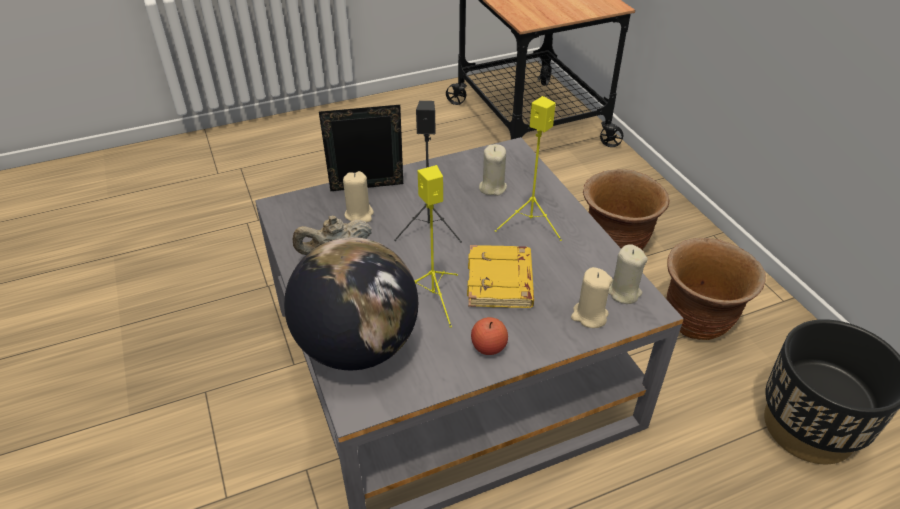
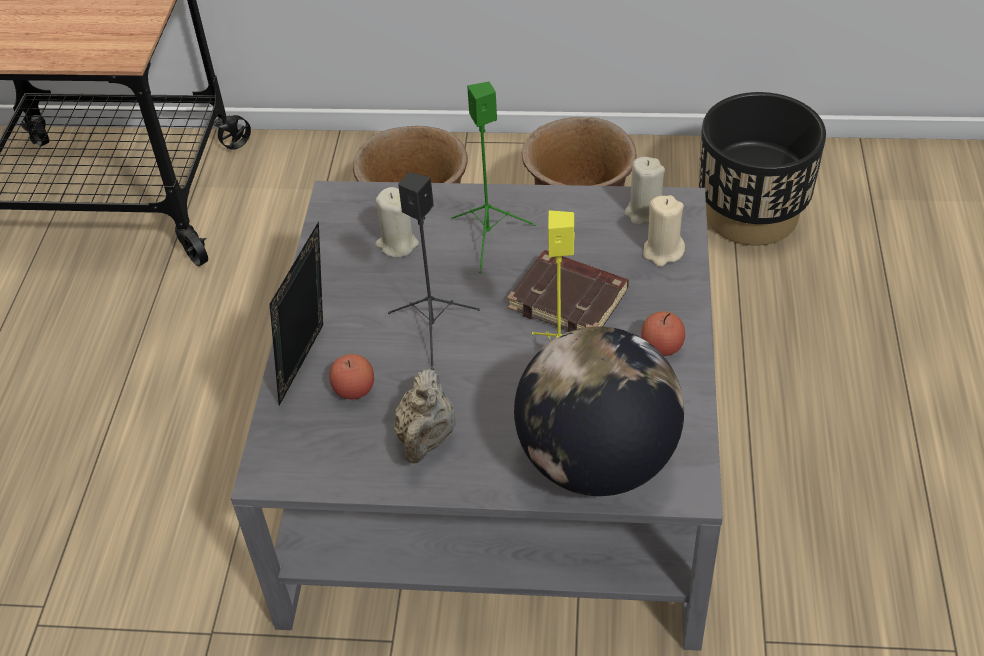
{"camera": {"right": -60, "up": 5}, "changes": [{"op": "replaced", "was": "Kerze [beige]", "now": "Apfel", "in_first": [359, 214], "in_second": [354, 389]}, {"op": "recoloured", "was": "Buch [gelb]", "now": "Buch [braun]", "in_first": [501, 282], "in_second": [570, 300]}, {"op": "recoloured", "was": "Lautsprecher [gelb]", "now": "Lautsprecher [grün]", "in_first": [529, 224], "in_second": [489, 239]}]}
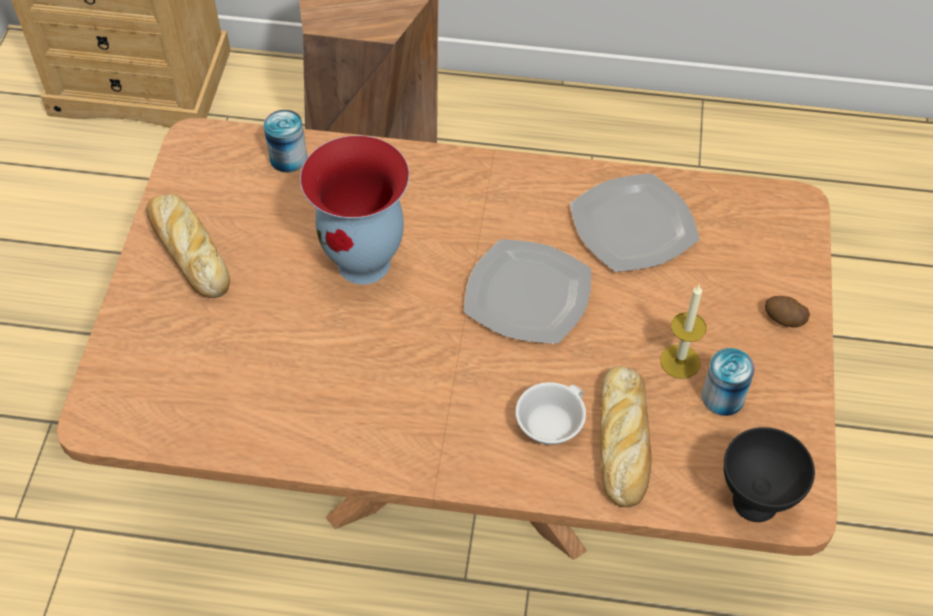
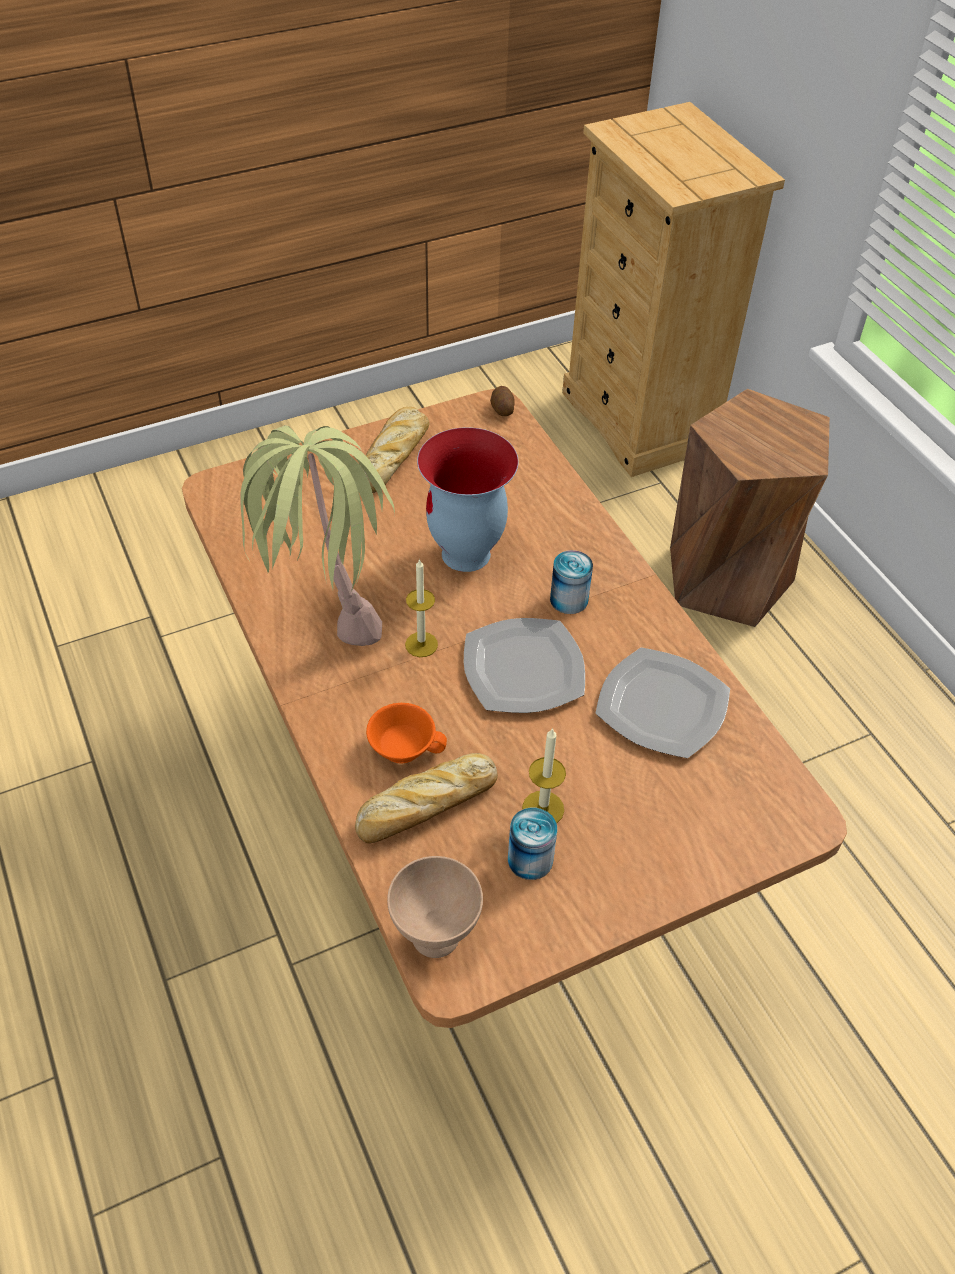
{"camera": {"right": 55, "up": -5}, "changes": [{"op": "added", "now": "Topfpflanze", "in_second": [324, 611]}, {"op": "added", "now": "Kerze", "in_second": [421, 644]}, {"op": "moved", "was": "Dose", "in_first": [288, 158], "in_second": [569, 599]}, {"op": "moved", "was": "Kartoffel", "in_first": [784, 319], "in_second": [502, 409]}, {"op": "recoloured", "was": "Tasse [weiß]", "now": "Tasse [orange]", "in_first": [548, 424], "in_second": [404, 745]}, {"op": "recoloured", "was": "Schüssel [schwarz]", "now": "Schüssel [beige]", "in_first": [755, 500], "in_second": [437, 935]}]}
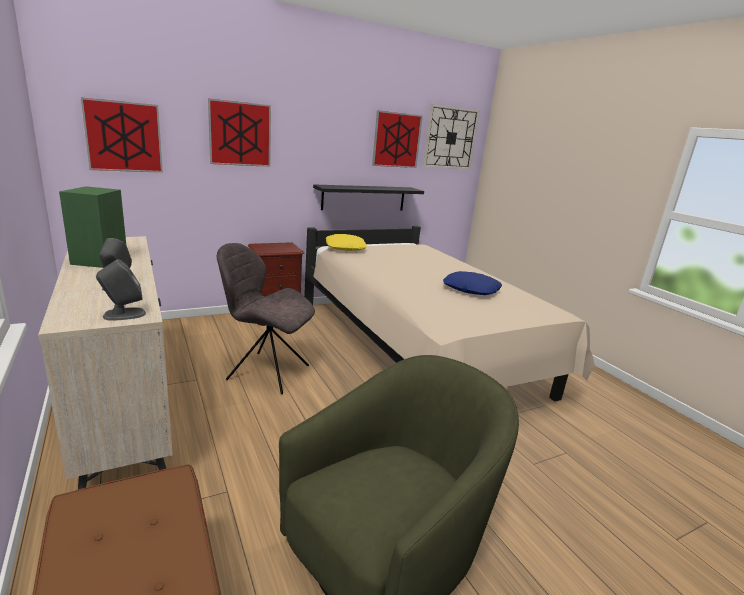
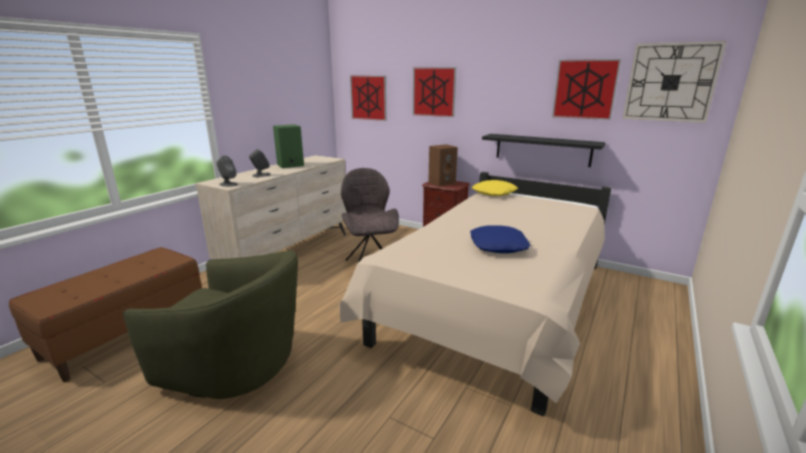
{"camera": {"right": 60, "up": 0}, "changes": [{"op": "added", "now": "Lautsprecher [braun]", "in_second": [442, 182]}]}
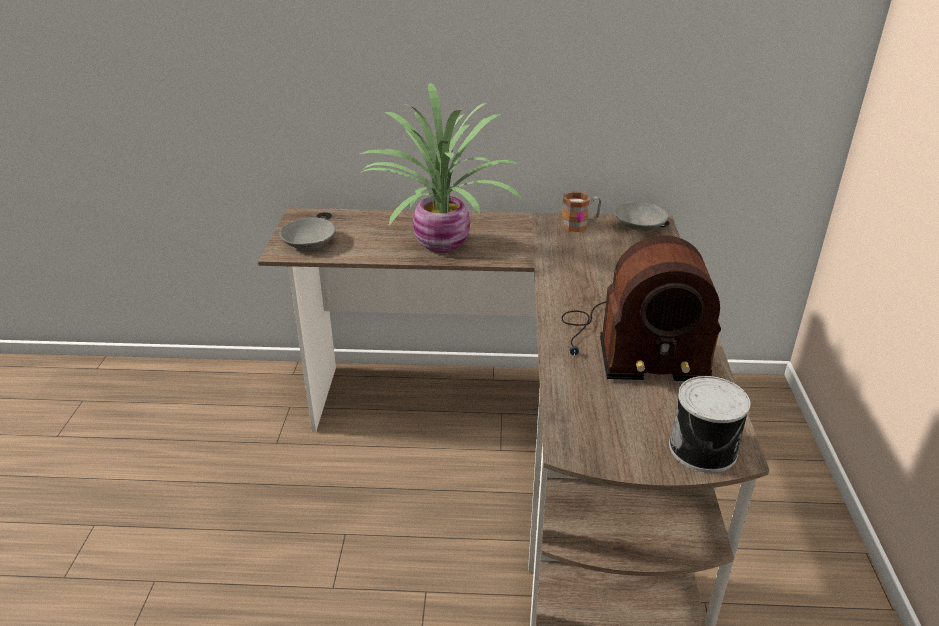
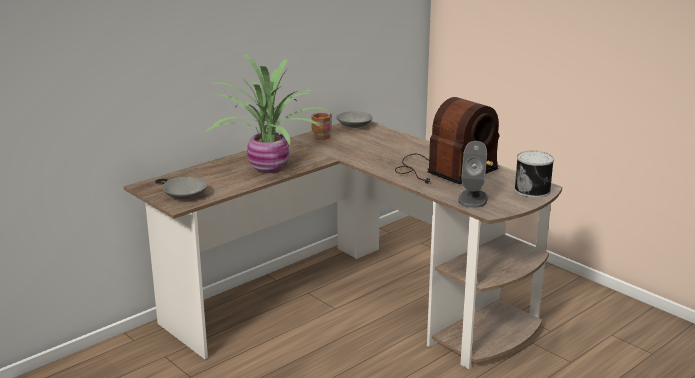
{"camera": {"right": -45, "up": -10}, "changes": [{"op": "added", "now": "Lautsprecher [grau]", "in_second": [473, 199]}]}
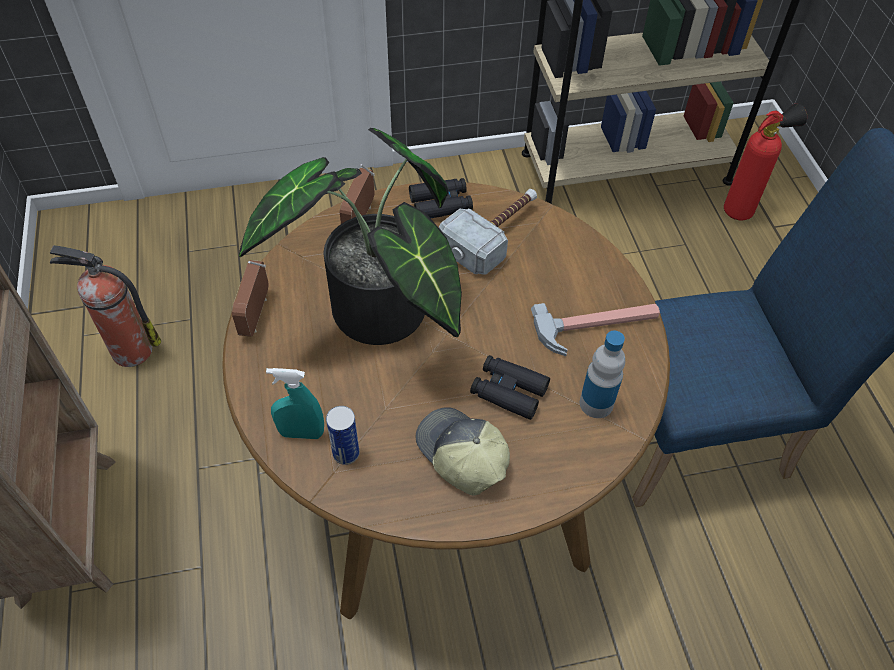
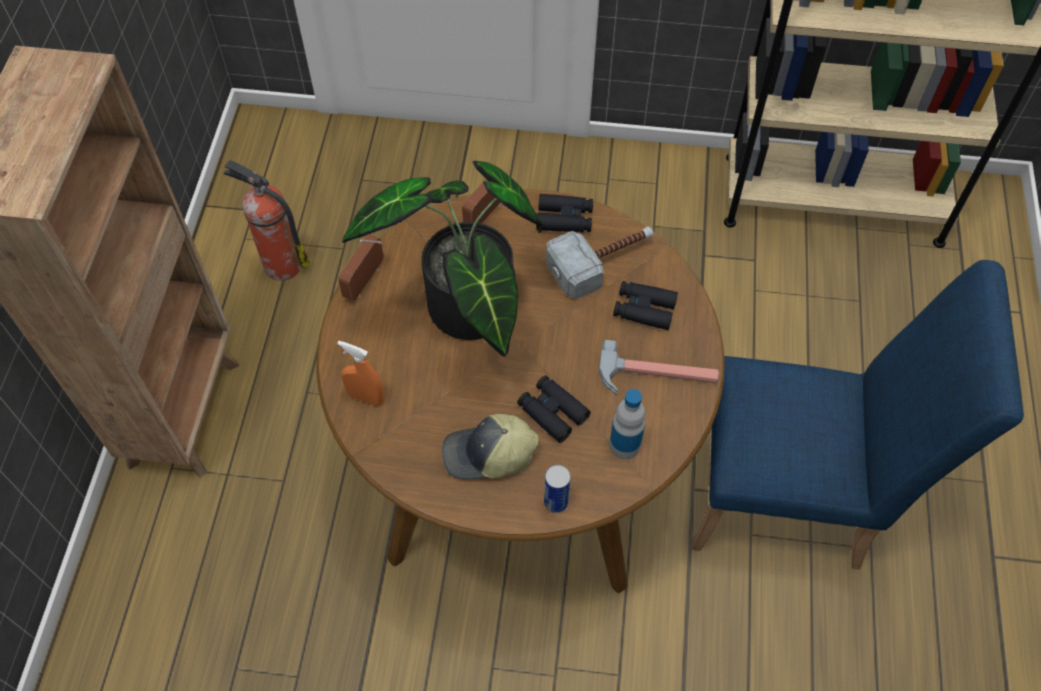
{"camera": {"right": 20, "up": 5}, "changes": [{"op": "removed", "was": "Feuerlöscher", "in_first": [743, 210]}, {"op": "added", "now": "Fernglas [schwarz]", "in_second": [644, 309]}, {"op": "moved", "was": "Dose", "in_first": [346, 453], "in_second": [556, 502]}, {"op": "recoloured", "was": "Sprühflasche [türkis]", "now": "Sprühflasche [orange]", "in_first": [301, 433], "in_second": [365, 397]}, {"op": "turned", "was": "Kappe", "in_first": [460, 455], "in_second": [488, 455], "clockwise": -75}]}
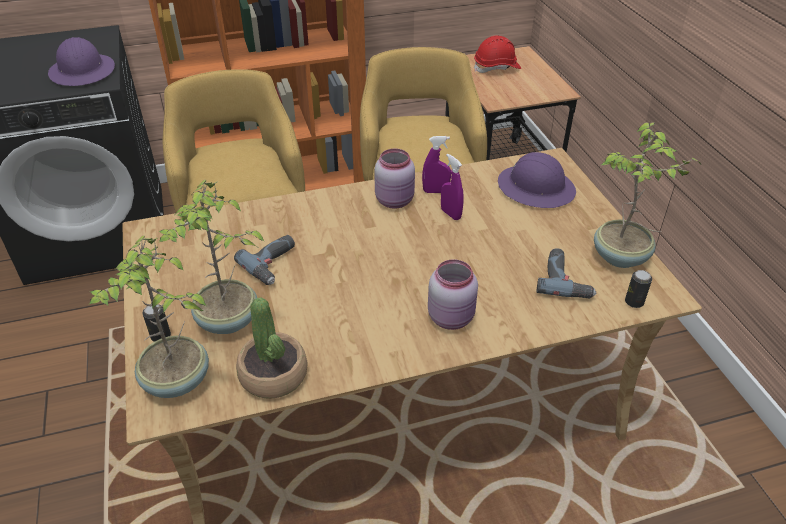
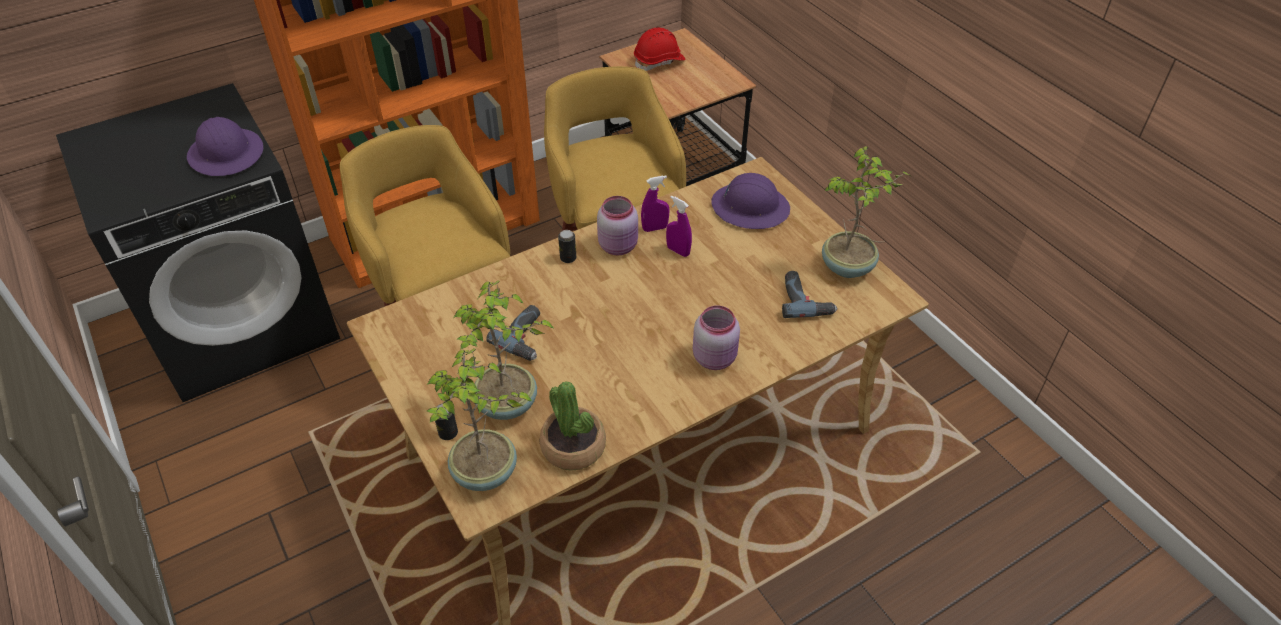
{"camera": {"right": -15, "up": 5}, "changes": [{"op": "moved", "was": "Dose", "in_first": [634, 302], "in_second": [568, 258]}]}
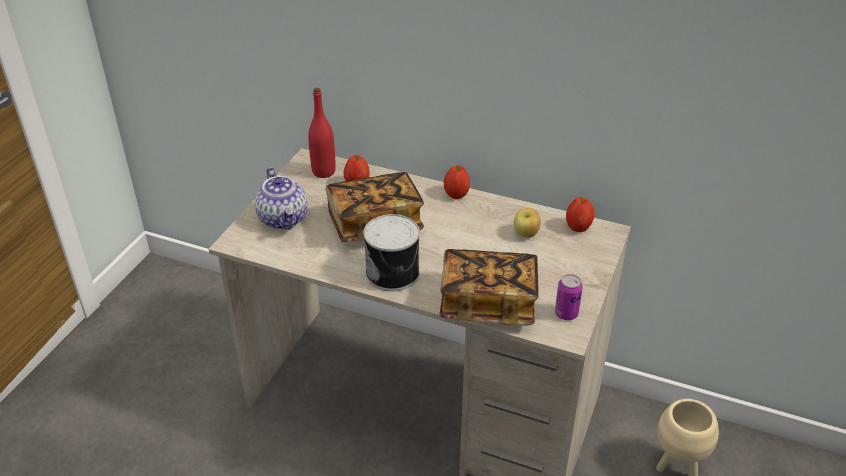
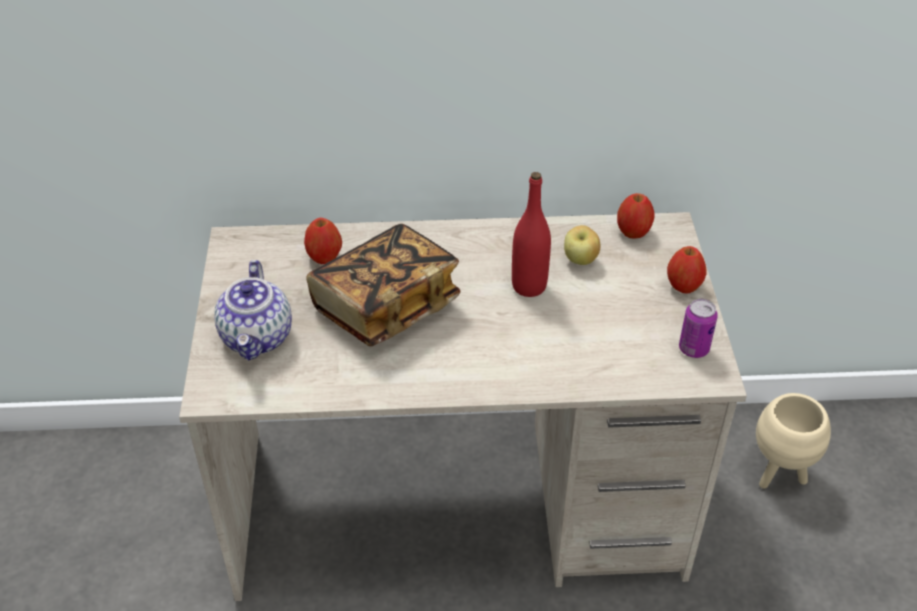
{"camera": {"right": -25, "up": 5}, "changes": [{"op": "removed", "was": "Dose", "in_first": [394, 273]}, {"op": "removed", "was": "Buch", "in_first": [487, 303]}, {"op": "moved", "was": "Flasche [rot]", "in_first": [323, 172], "in_second": [529, 286]}, {"op": "moved", "was": "Apfel", "in_first": [456, 194], "in_second": [683, 285]}, {"op": "turned", "was": "Teekanne", "in_first": [284, 219], "in_second": [258, 337], "clockwise": 45}]}
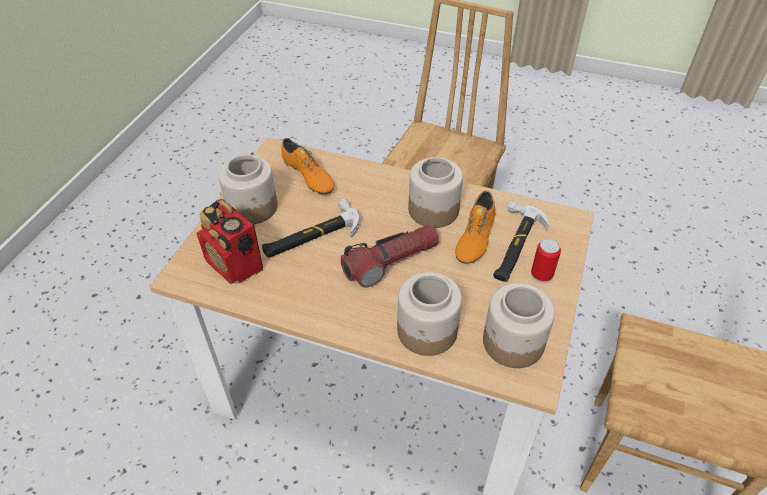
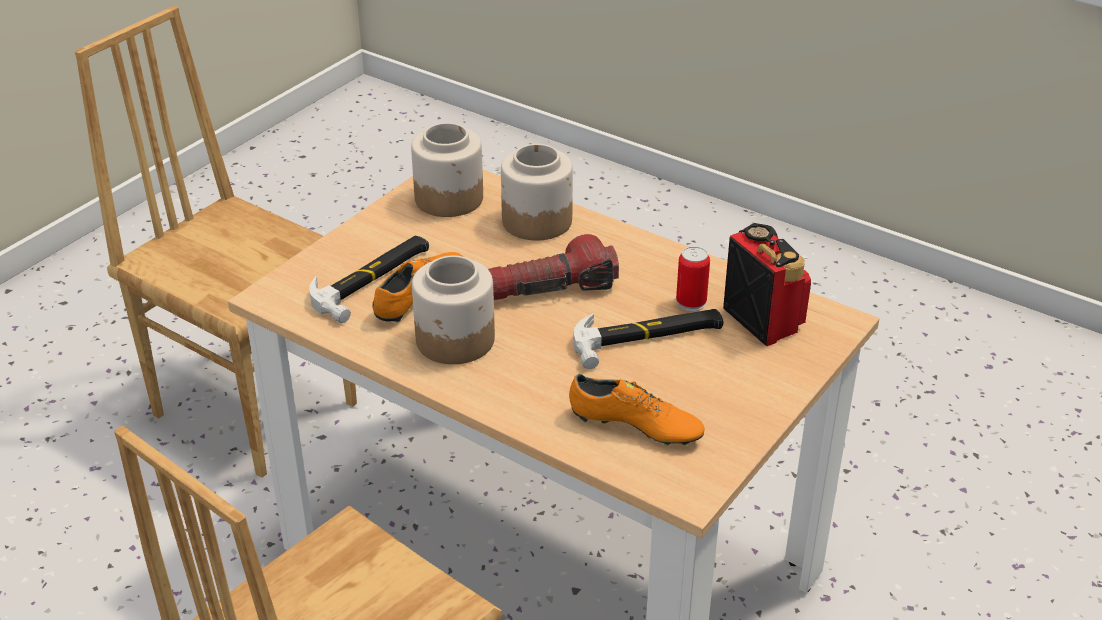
{"camera": {"right": -165, "up": -10}, "changes": [{"op": "removed", "was": "Vorratsglas", "in_first": [253, 208]}, {"op": "moved", "was": "Dose", "in_first": [541, 275], "in_second": [691, 303]}, {"op": "turned", "was": "Schuh [orange]", "in_first": [308, 177], "in_second": [635, 427], "clockwise": 135}]}
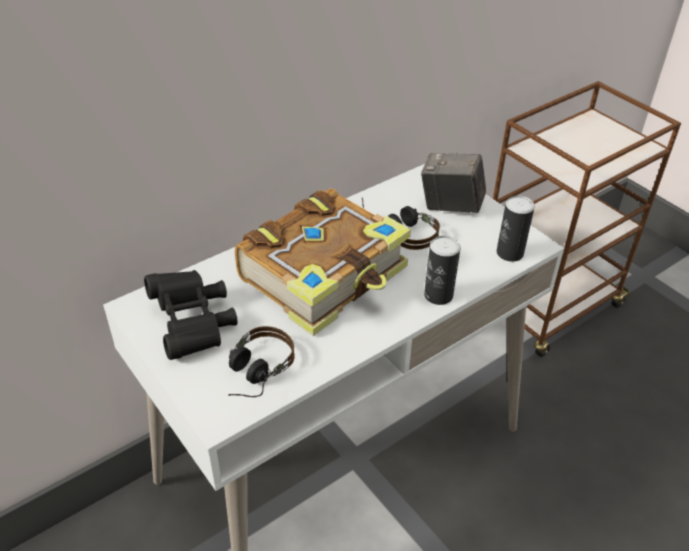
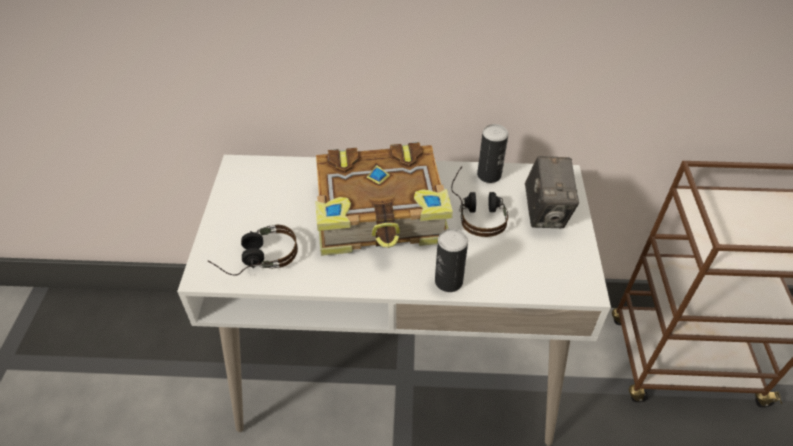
{"camera": {"right": 40, "up": 5}, "changes": [{"op": "removed", "was": "Fernglas [schwarz]", "in_first": [193, 324]}, {"op": "moved", "was": "Dose", "in_first": [509, 253], "in_second": [489, 175]}, {"op": "turned", "was": "Kamera", "in_first": [450, 206], "in_second": [545, 213], "clockwise": -150}]}
